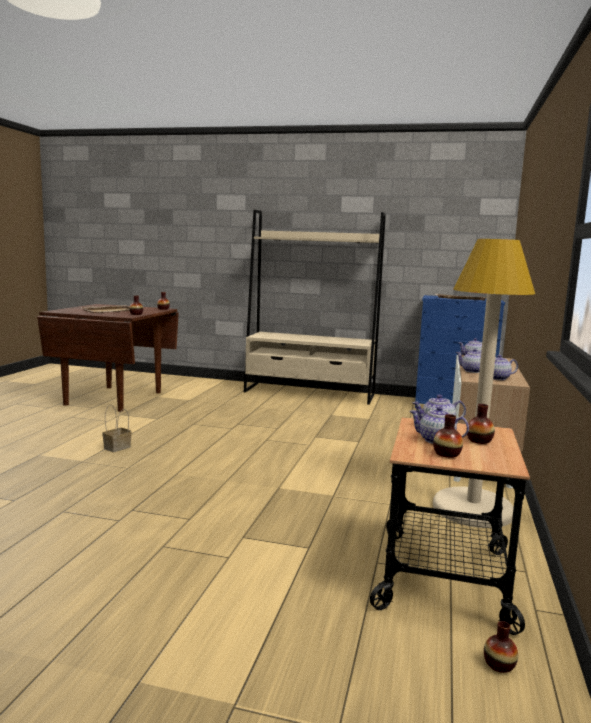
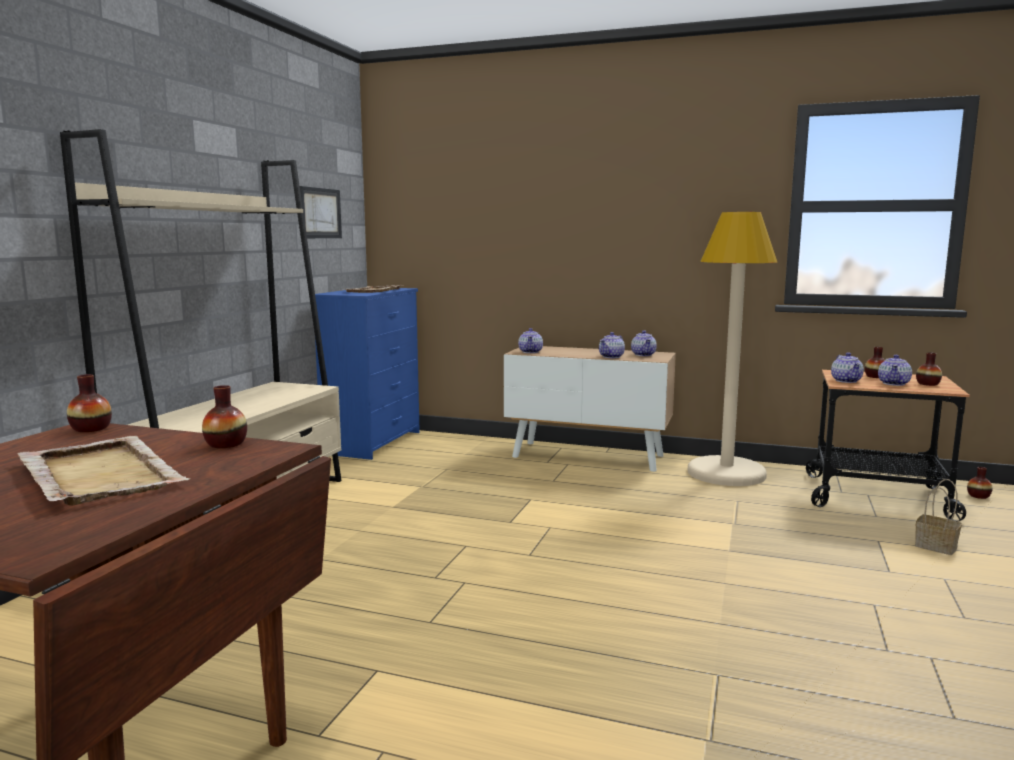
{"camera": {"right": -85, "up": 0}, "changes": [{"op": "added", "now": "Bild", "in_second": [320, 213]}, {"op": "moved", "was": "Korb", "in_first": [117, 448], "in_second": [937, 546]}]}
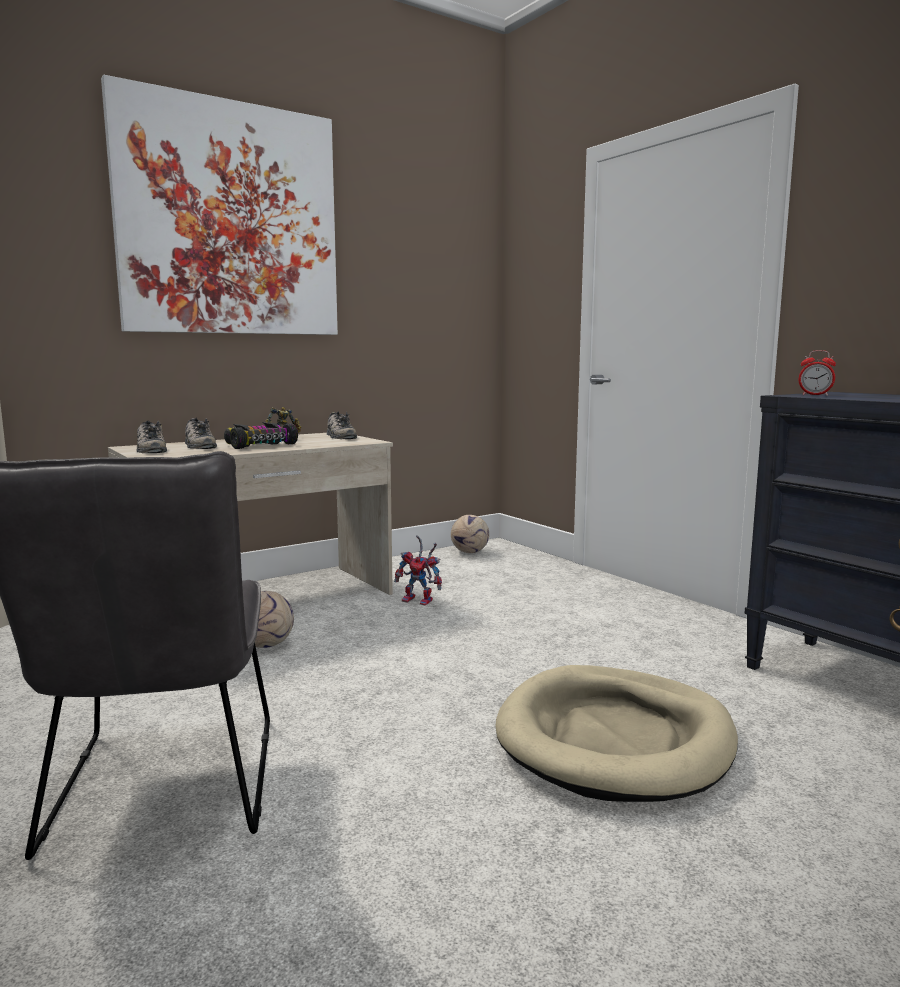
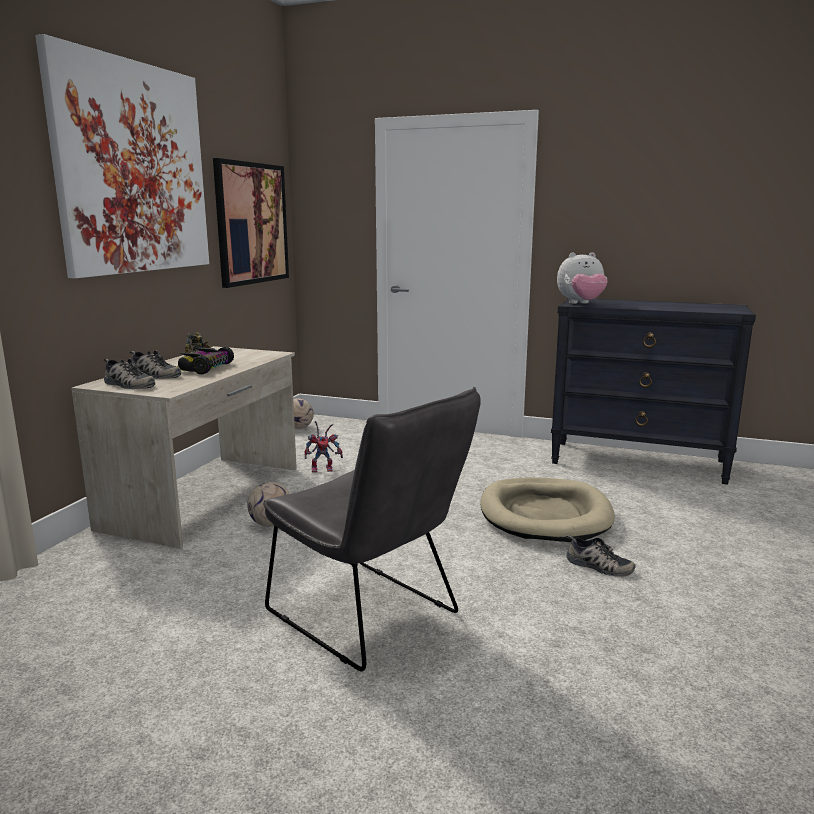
{"camera": {"right": -35, "up": 5}, "changes": [{"op": "added", "now": "Bild", "in_second": [252, 223]}, {"op": "moved", "was": "Schuh", "in_first": [339, 436], "in_second": [598, 566]}, {"op": "replaced", "was": "Wecker", "now": "Plüschtier", "in_first": [815, 395], "in_second": [581, 304]}]}
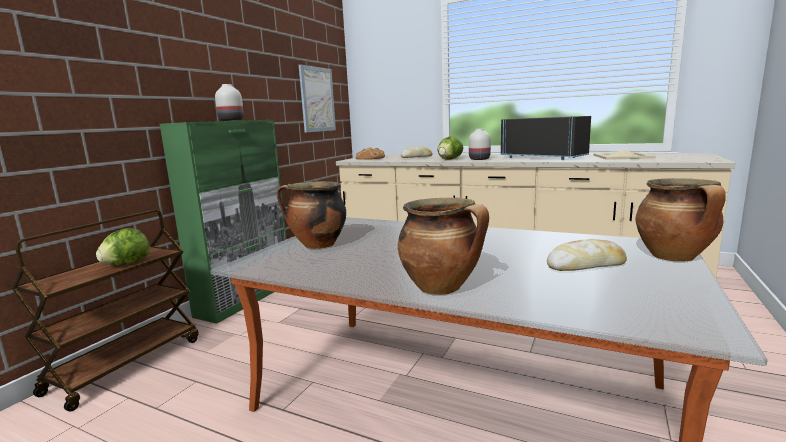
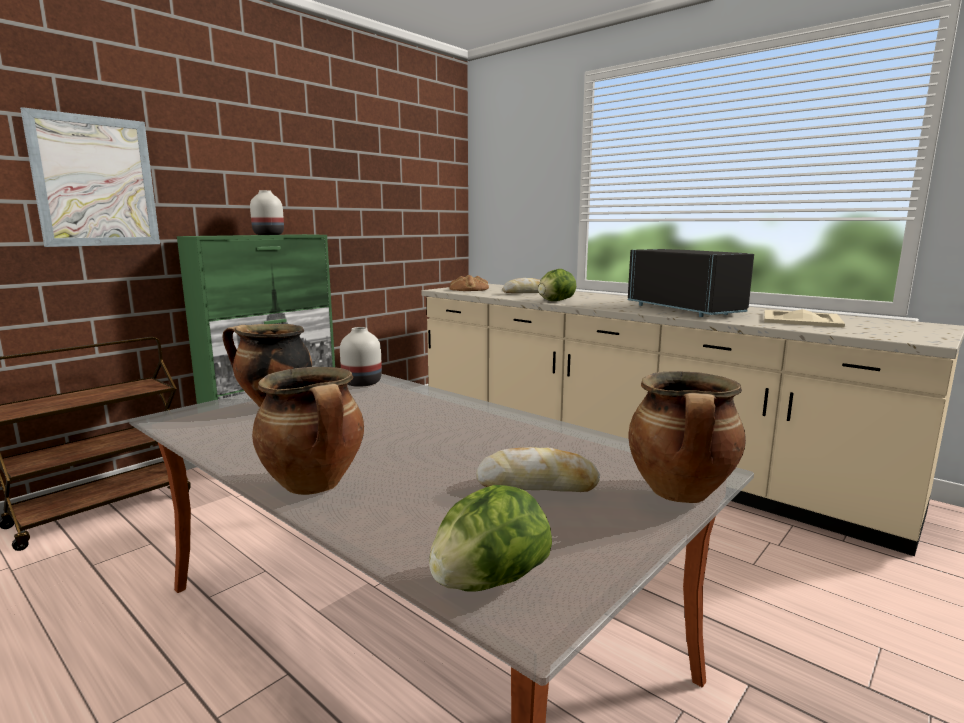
{"camera": {"right": 15, "up": 0}, "changes": [{"op": "moved", "was": "Salatkopf", "in_first": [126, 264], "in_second": [489, 582]}, {"op": "moved", "was": "Bild", "in_first": [317, 99], "in_second": [95, 182]}, {"op": "moved", "was": "Vase [weiß]", "in_first": [479, 159], "in_second": [361, 383]}]}
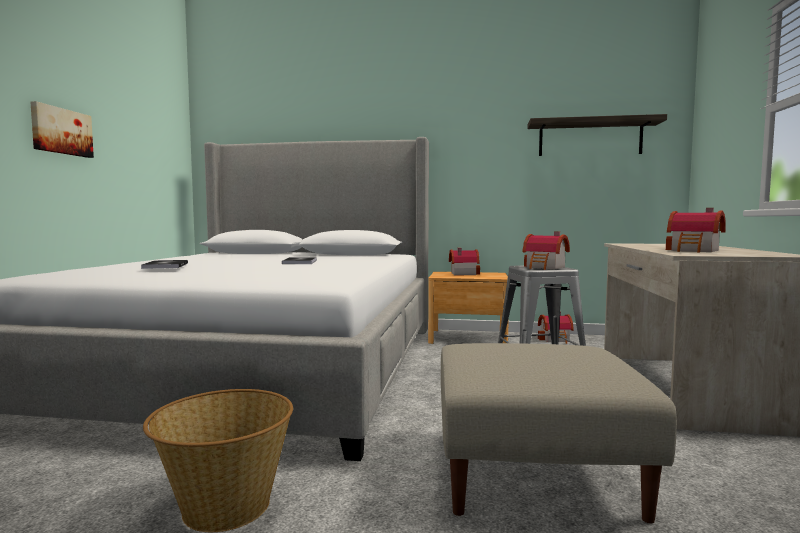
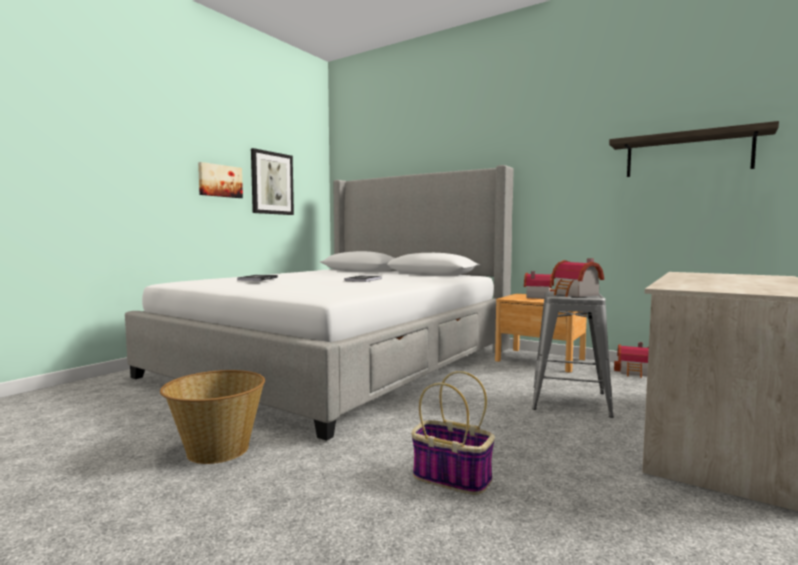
{"camera": {"right": 25, "up": 0}, "changes": [{"op": "removed", "was": "Spielzeughaus", "in_first": [695, 250]}, {"op": "added", "now": "Bild", "in_second": [272, 183]}, {"op": "replaced", "was": "Polsterhocker [beige]", "now": "Korb", "in_first": [533, 472], "in_second": [450, 477]}]}
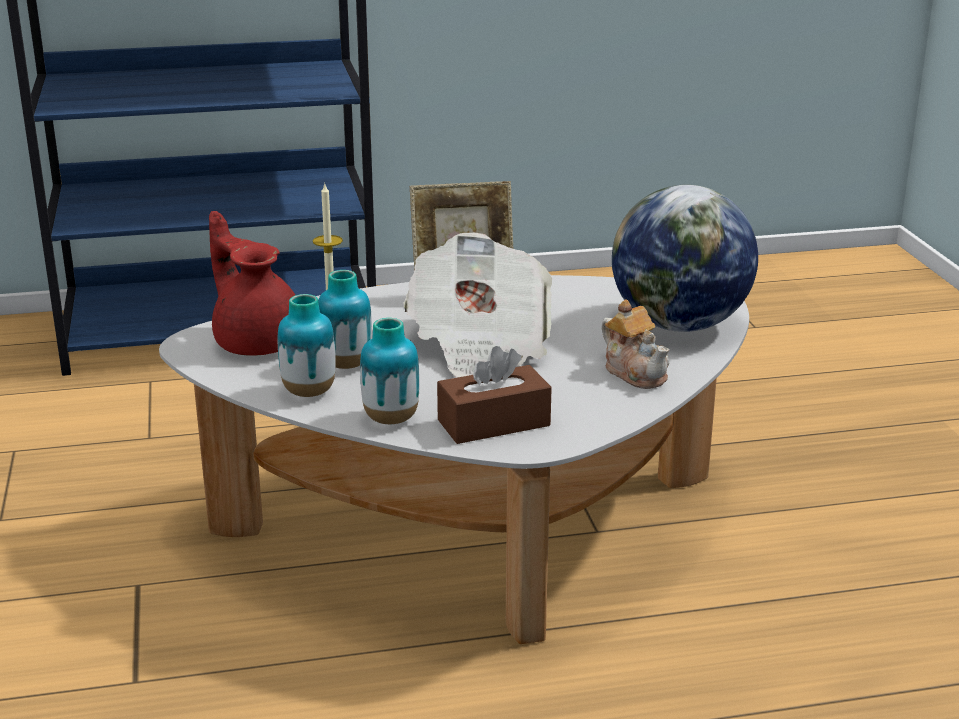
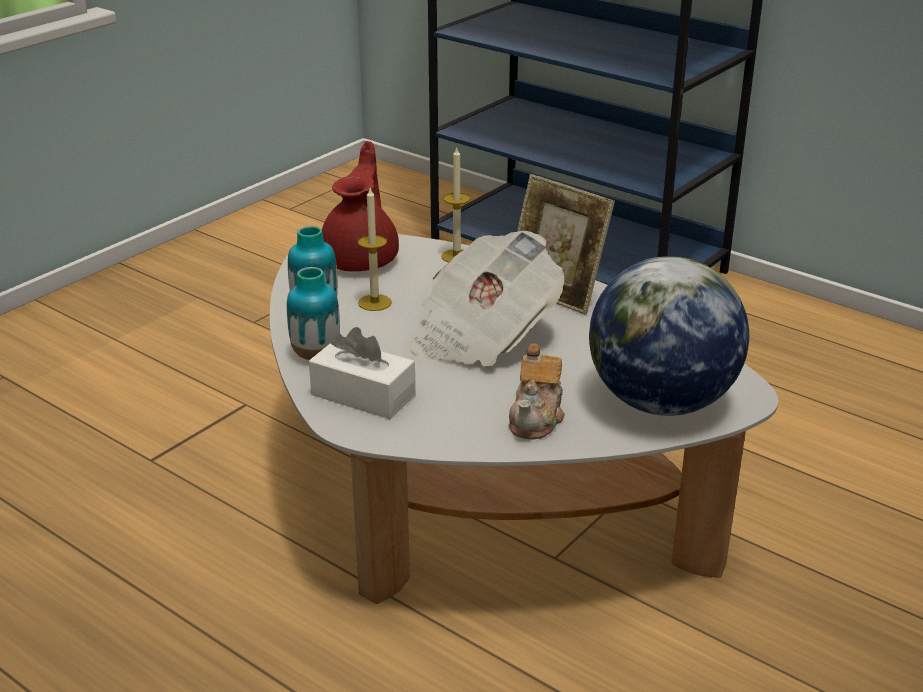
{"camera": {"right": 50, "up": 5}, "changes": [{"op": "replaced", "was": "Vase", "now": "Kerze", "in_first": [346, 364], "in_second": [374, 302]}, {"op": "recoloured", "was": "Taschentuchbox [braun]", "now": "Taschentuchbox [weiß]", "in_first": [493, 423], "in_second": [363, 395]}]}
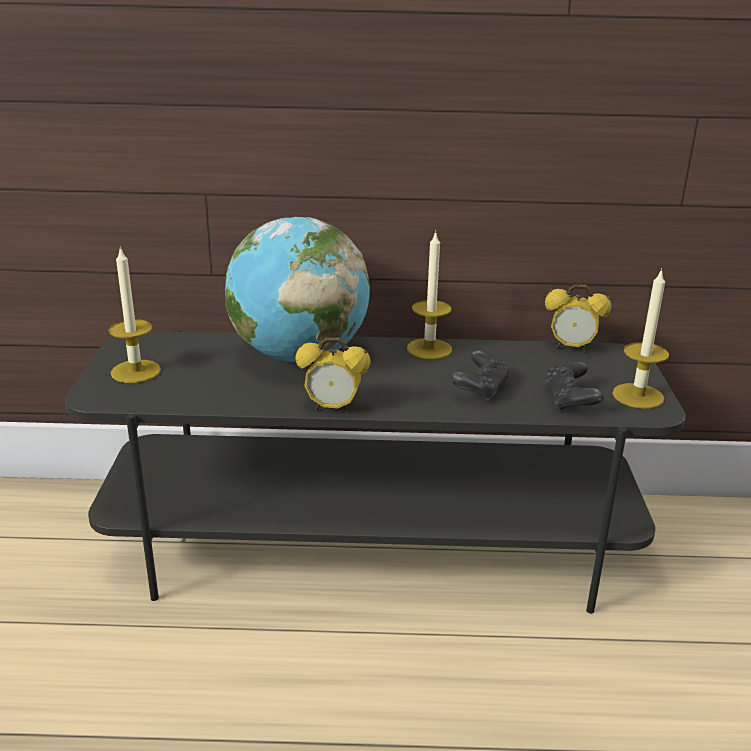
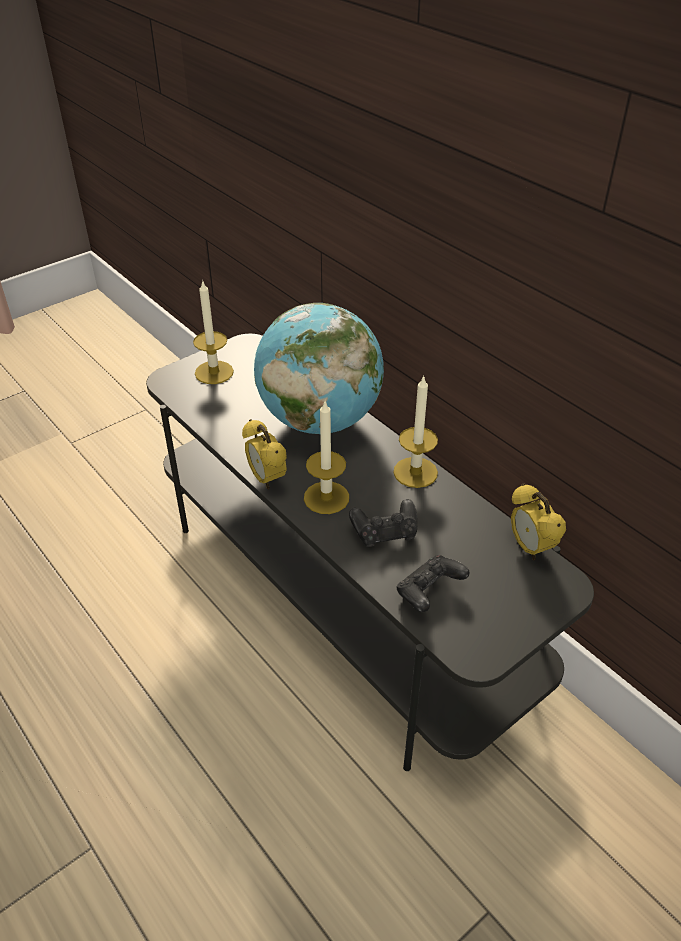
{"camera": {"right": 50, "up": 15}, "changes": [{"op": "moved", "was": "Kerze", "in_first": [638, 396], "in_second": [326, 497]}]}
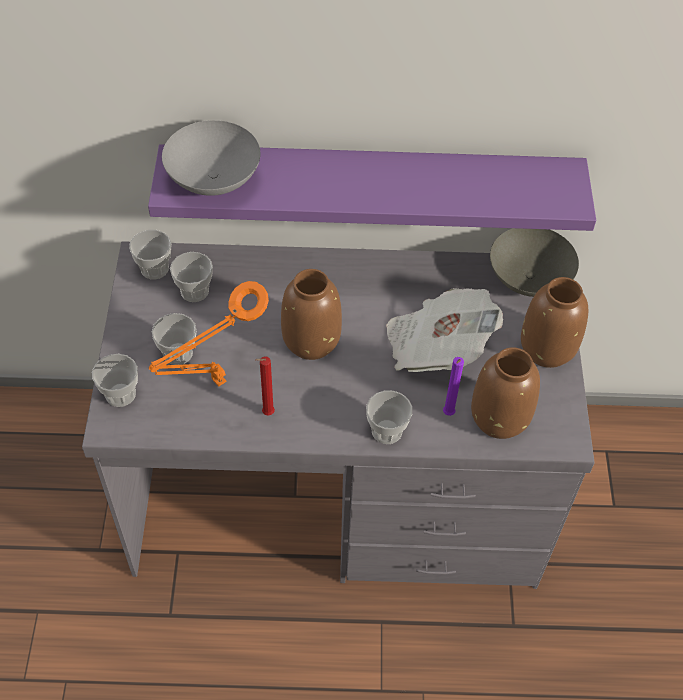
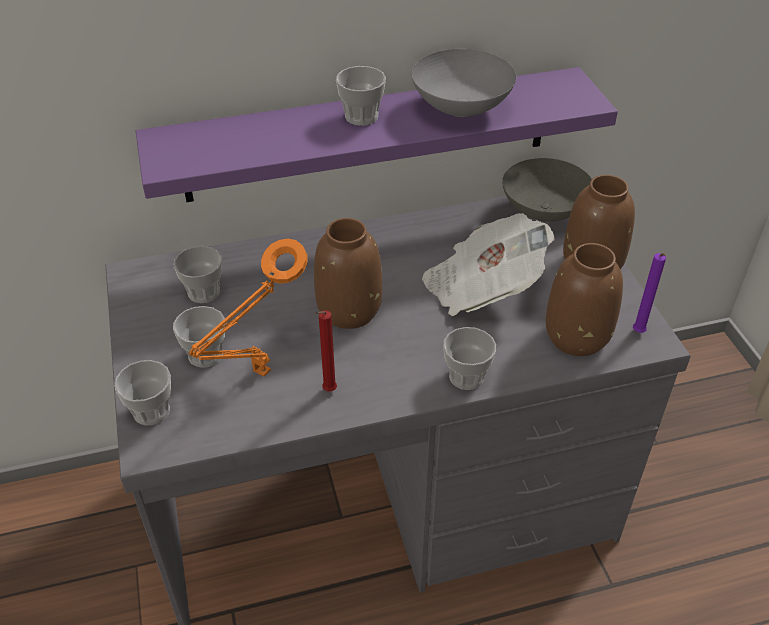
{"camera": {"right": -15, "up": -10}, "changes": [{"op": "moved", "was": "Tasse", "in_first": [154, 269], "in_second": [361, 117]}, {"op": "moved", "was": "Schüssel [grau]", "in_first": [214, 179], "in_second": [460, 108]}, {"op": "moved", "was": "Kerze [lila]", "in_first": [447, 414], "in_second": [638, 333]}]}
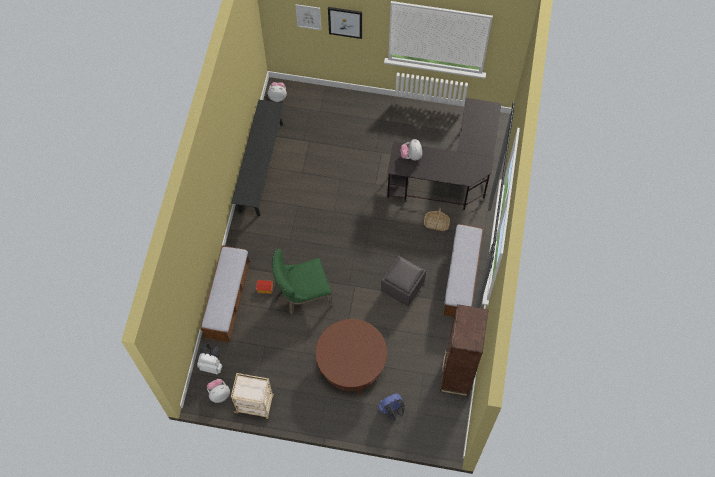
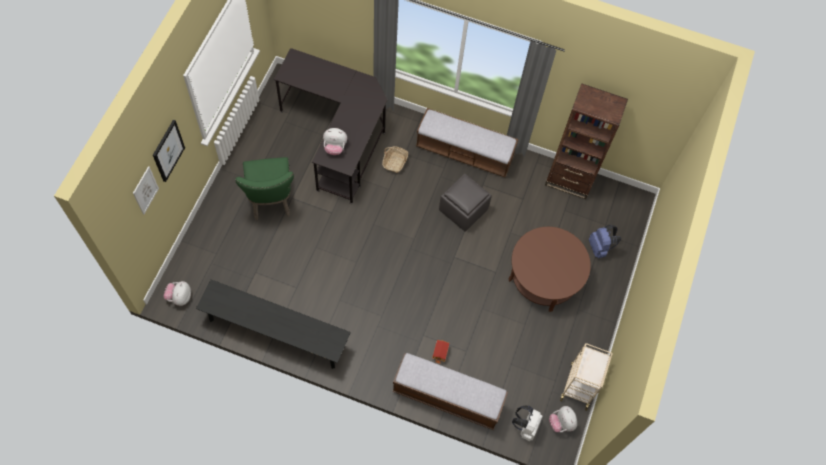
{"camera": {"right": -85, "up": 0}, "changes": [{"op": "moved", "was": "Stuhl [grün]", "in_first": [303, 295], "in_second": [271, 201]}]}
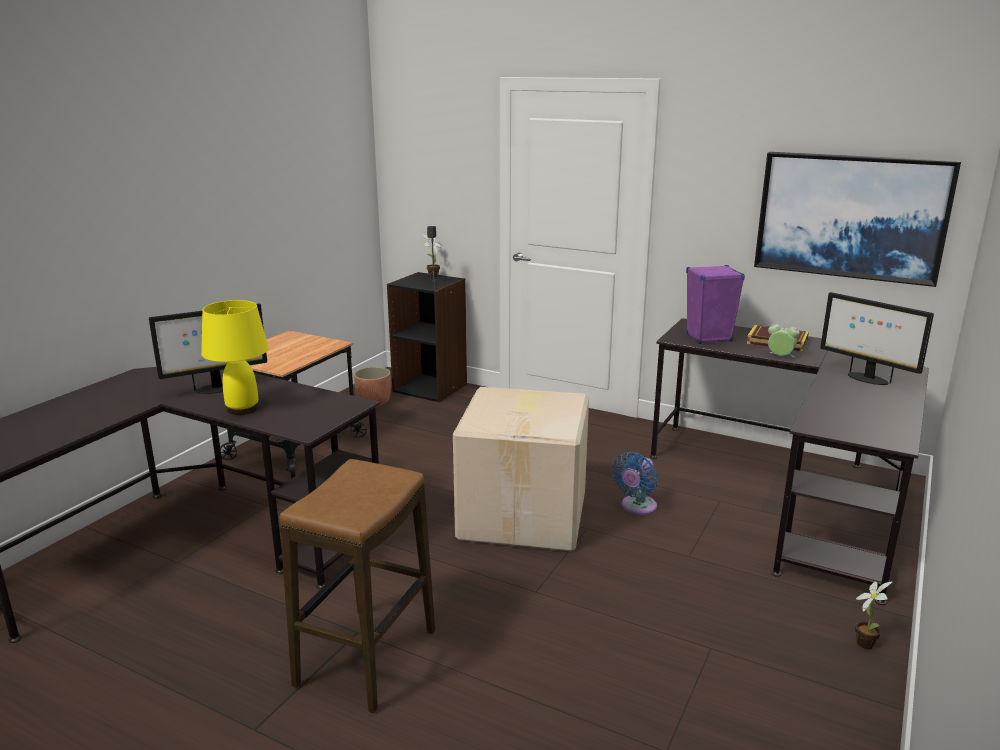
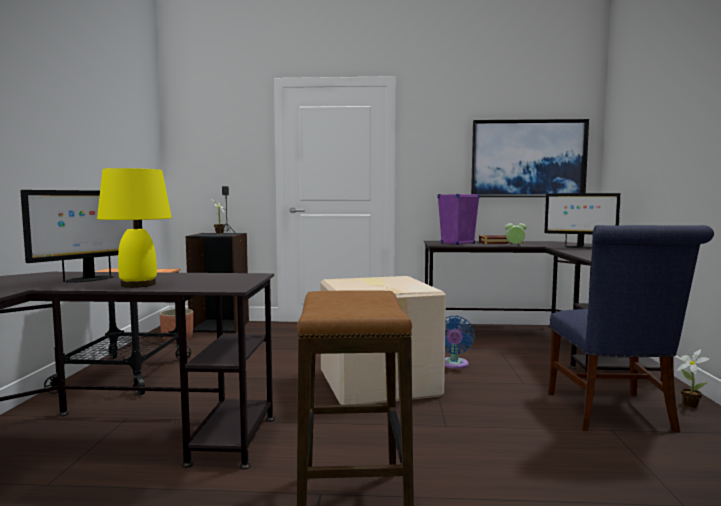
{"camera": {"right": -25, "up": -15}, "changes": [{"op": "added", "now": "Stuhl [blau]", "in_second": [613, 414]}]}
